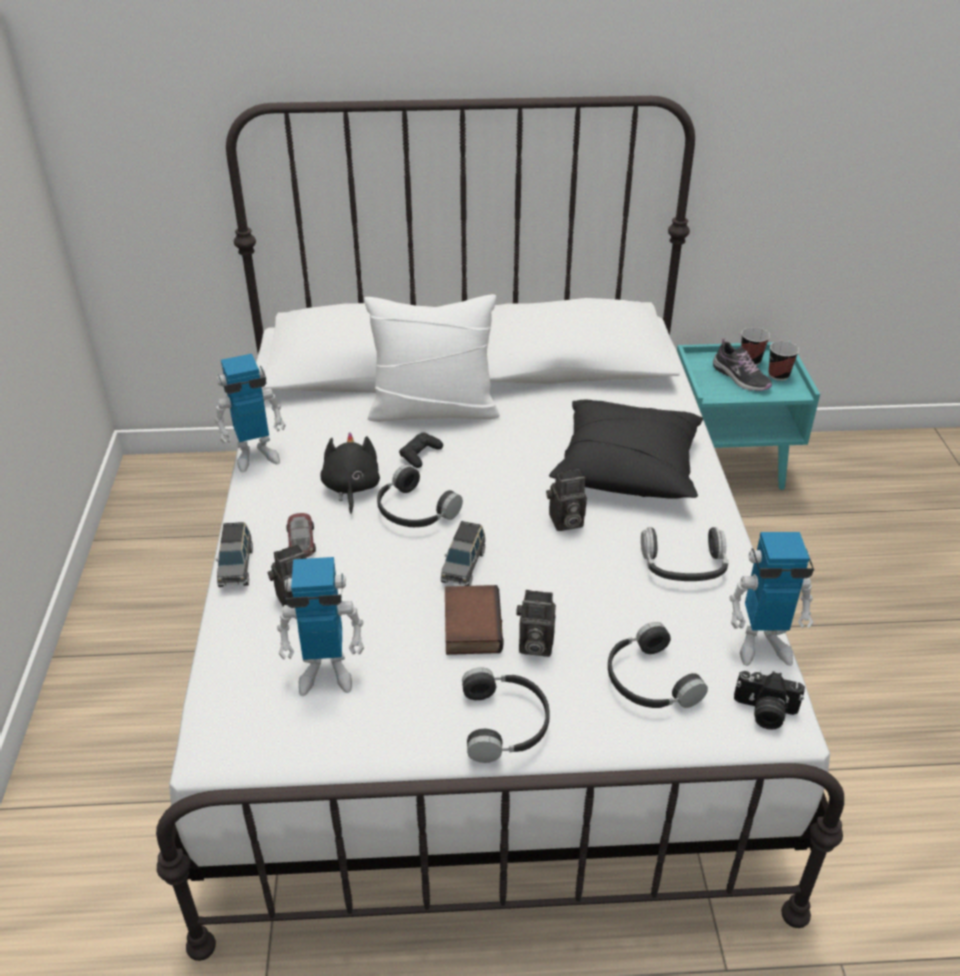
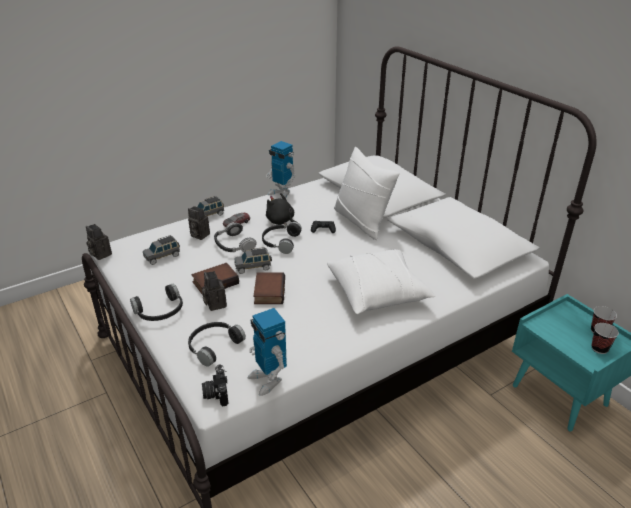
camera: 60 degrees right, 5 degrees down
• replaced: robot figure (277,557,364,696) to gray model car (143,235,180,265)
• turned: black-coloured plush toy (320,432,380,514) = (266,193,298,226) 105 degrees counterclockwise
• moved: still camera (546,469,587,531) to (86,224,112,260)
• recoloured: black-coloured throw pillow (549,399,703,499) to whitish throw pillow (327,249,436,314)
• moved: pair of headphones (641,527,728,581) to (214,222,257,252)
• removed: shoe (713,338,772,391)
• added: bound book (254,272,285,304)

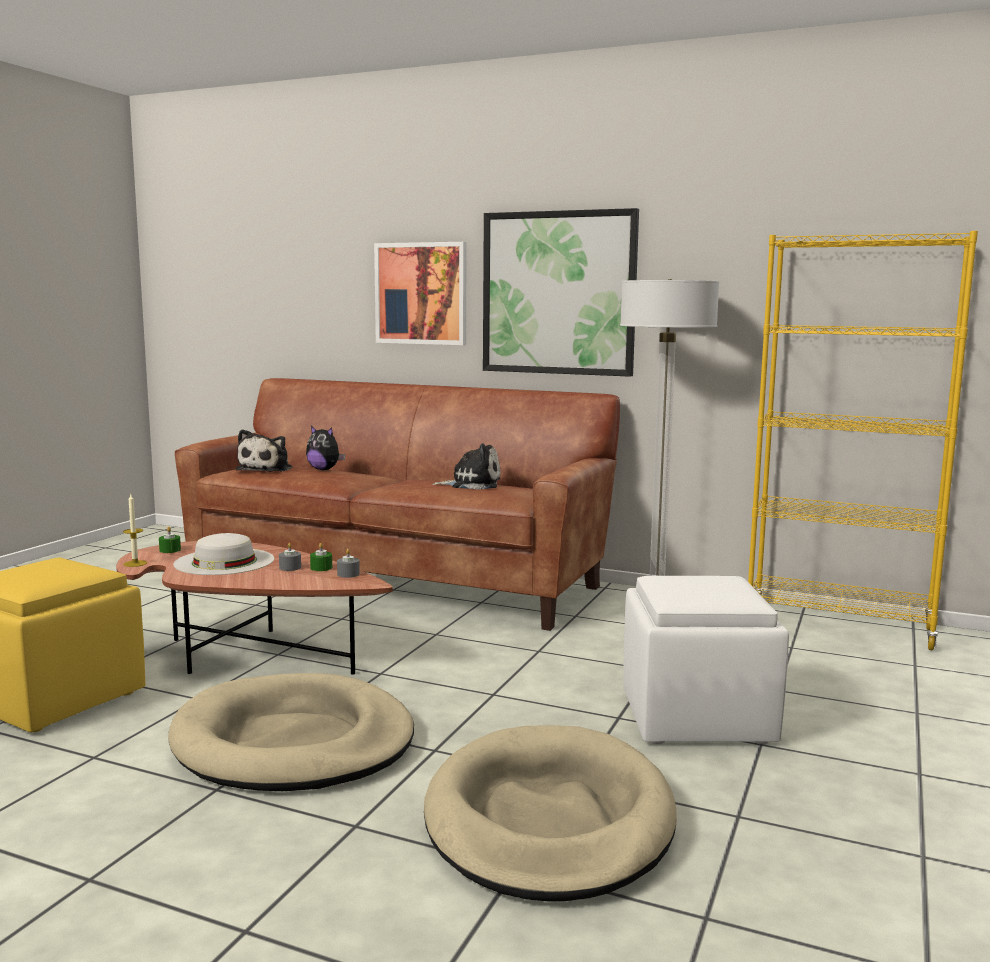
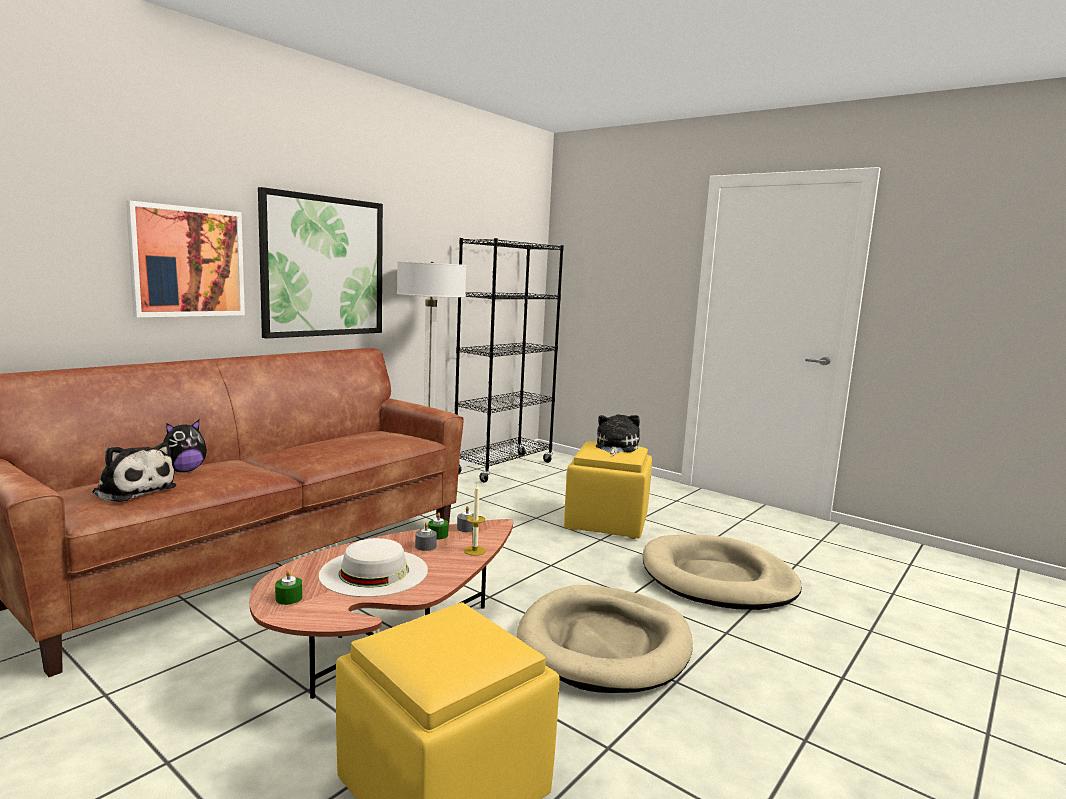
camera: 75 degrees left, 0 degrees up
• moved: wax light (123,494,147,567) to (464,484,486,556)
• moved: plush toy (432,444,501,489) to (596,414,640,455)
• recoloured: whitish footrest (623,576,789,744) to yellow-coloured footrest (564,441,652,539)
• recoloured: yellow-coloured bookcase (748,231,978,650) to black-coloured bookcase (455,238,564,483)

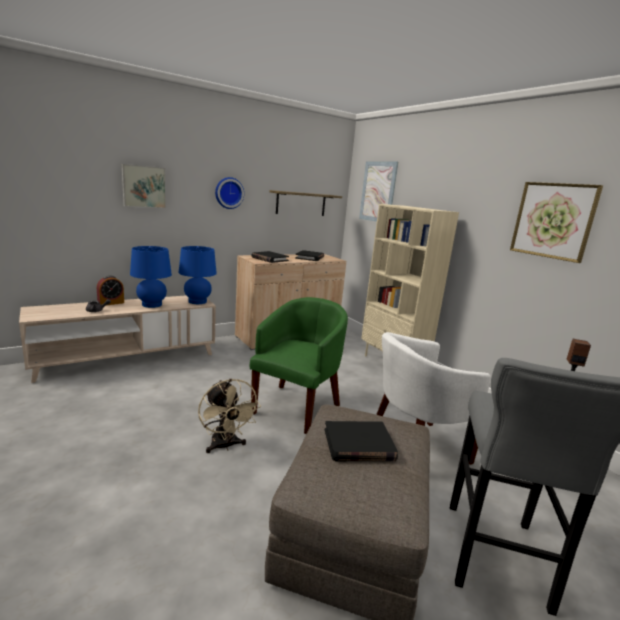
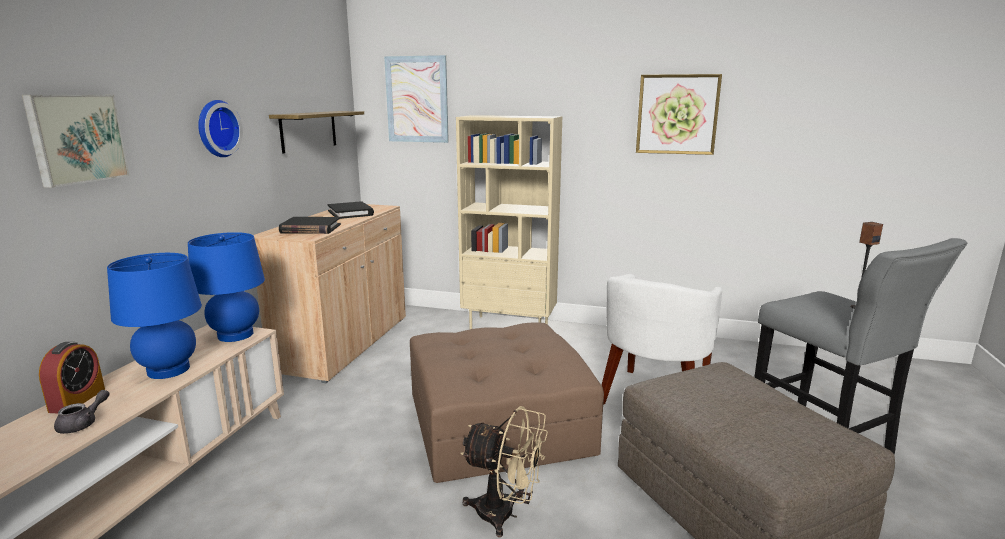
camera: 40 degrees left, 0 degrees up
• replaced: greenish easy chair (250,297,348,434) to brown footrest (410,323,604,483)
• removed: black-coloured bound book (325,421,398,461)

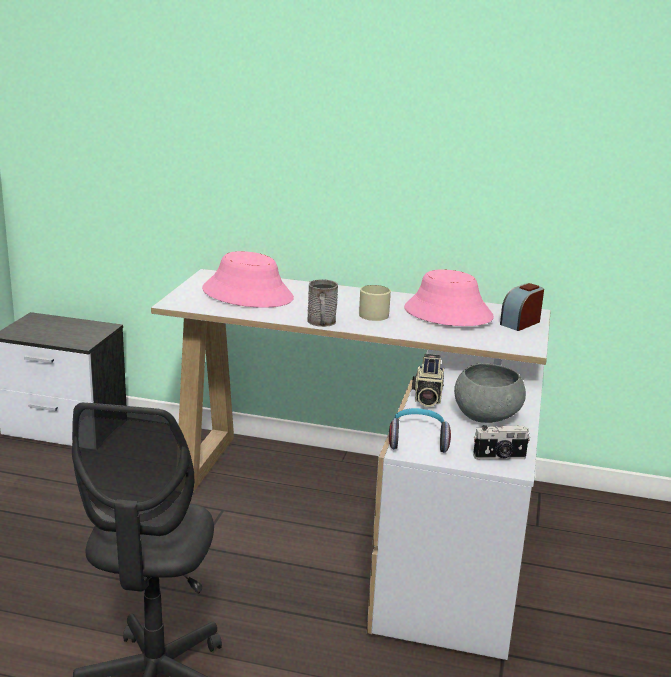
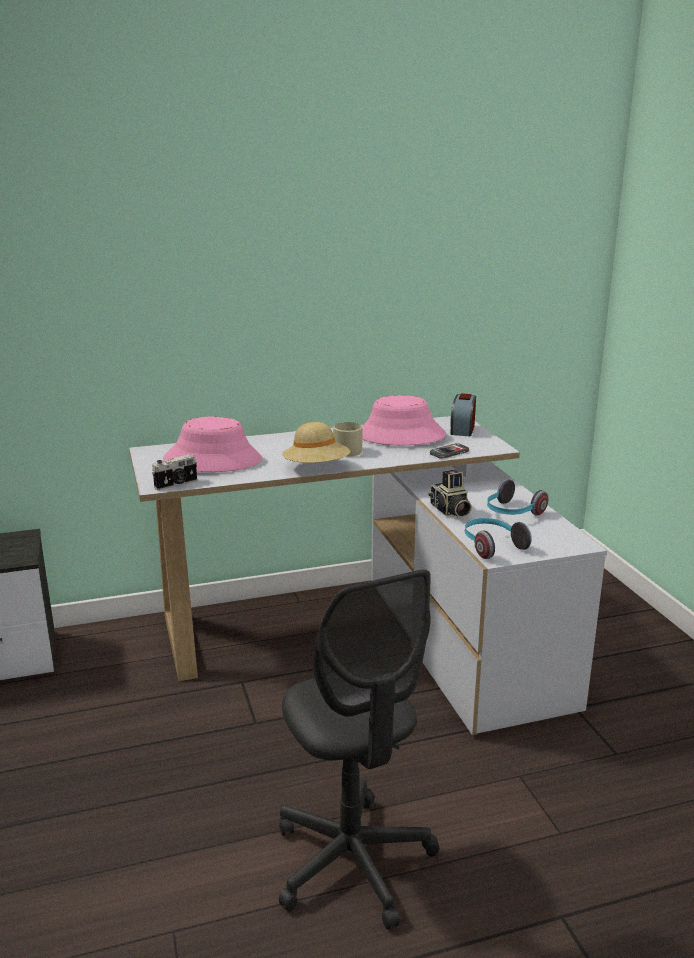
camera: 30 degrees left, 0 degrees up
• replaced: gray mug (308,279,338,327) to sand-coloured clothing hat (282,422,351,463)
• replaced: gray bowl (454,363,526,423) to pair of headphones (487,479,548,516)
• moved: still camera (473,425,530,460) to (152,454,197,491)
• added: phone (430,443,469,459)

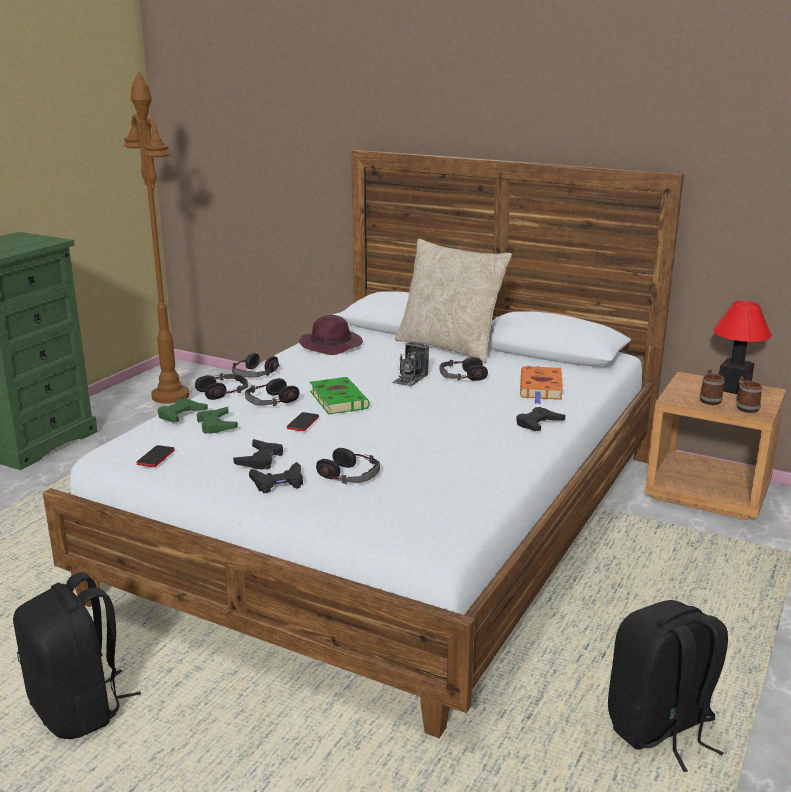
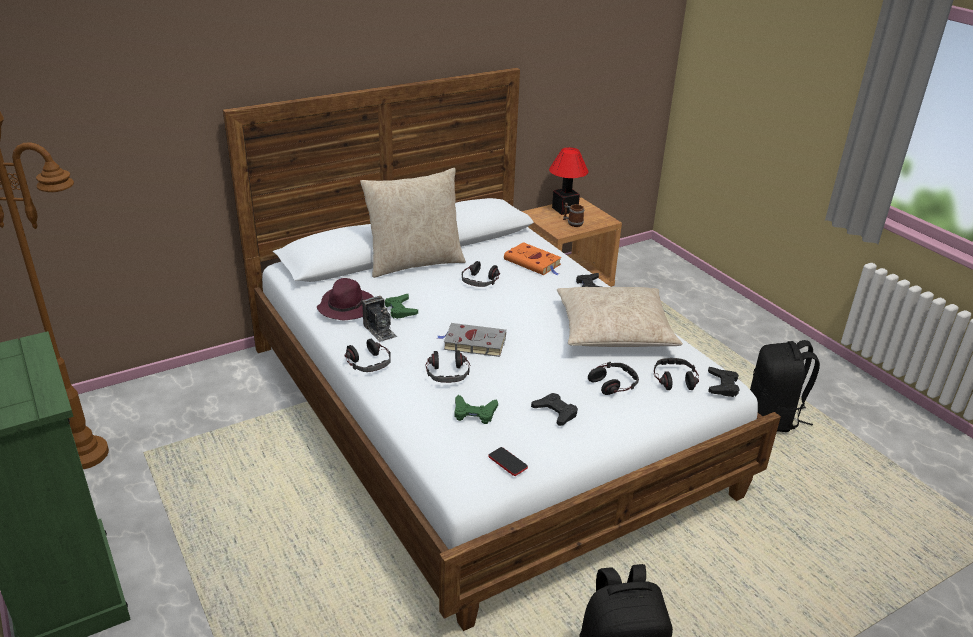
camera: 60 degrees left, 10 degrees up
• moved: greenish game controller (157,398,208,422) to (385,294,418,319)
• moved: pair of headphones (195,373,248,400) to (654,358,699,390)
• moved: black-coloured game controller (249,462,303,493) to (708,367,740,397)
• removed: phone (287,412,319,431)
• recoloured: greenish bound book (310,377,370,415) to gray bound book (437,323,507,357)
• moved: still camera (392,341,429,386) to (362,296,397,342)
• removed: mug (736,376,763,413)
• added: sand-coloured throw pillow (557,287,683,347)

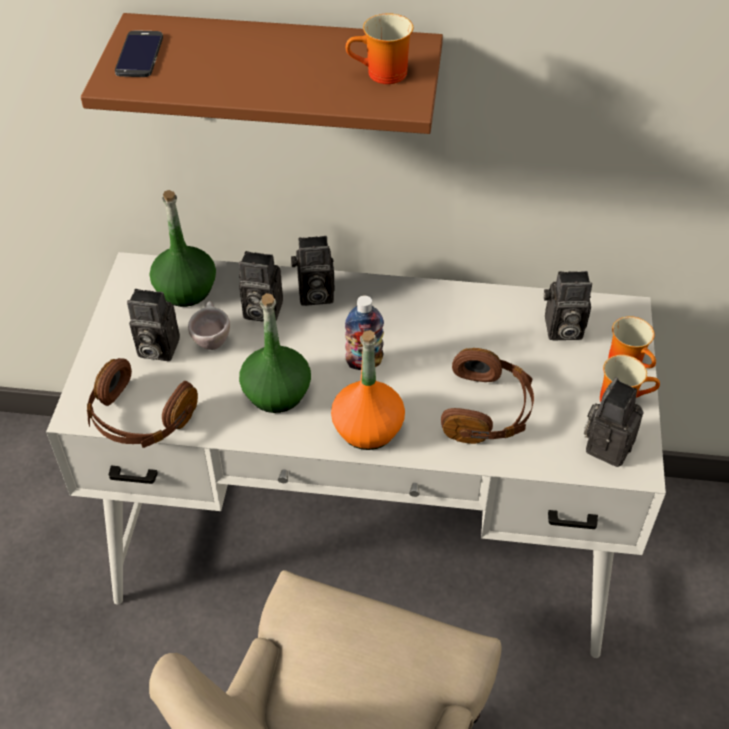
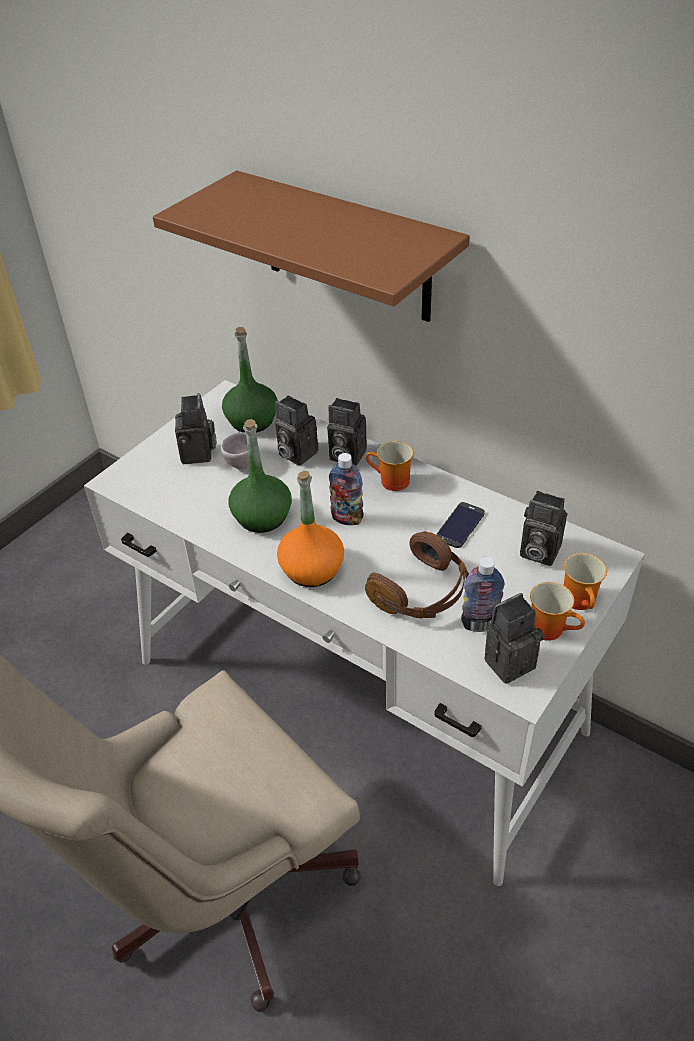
camera: 30 degrees right, 5 degrees down
• removed: brown pair of headphones (87,358,198,448)
• moved: phone (115,30,163,77) to (436,502,485,548)
• turned: still camera (127,289,180,361) = (175,393,217,464) 135 degrees counterclockwise
• moved: mug (346,13,413,84) to (365,441,414,491)
• added: beverage bottle (461,557,505,632)

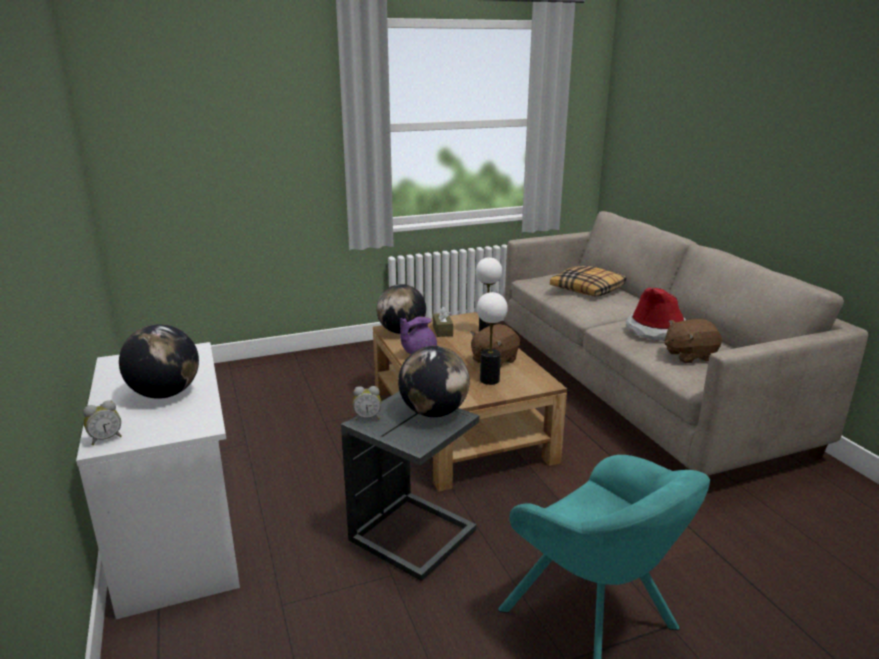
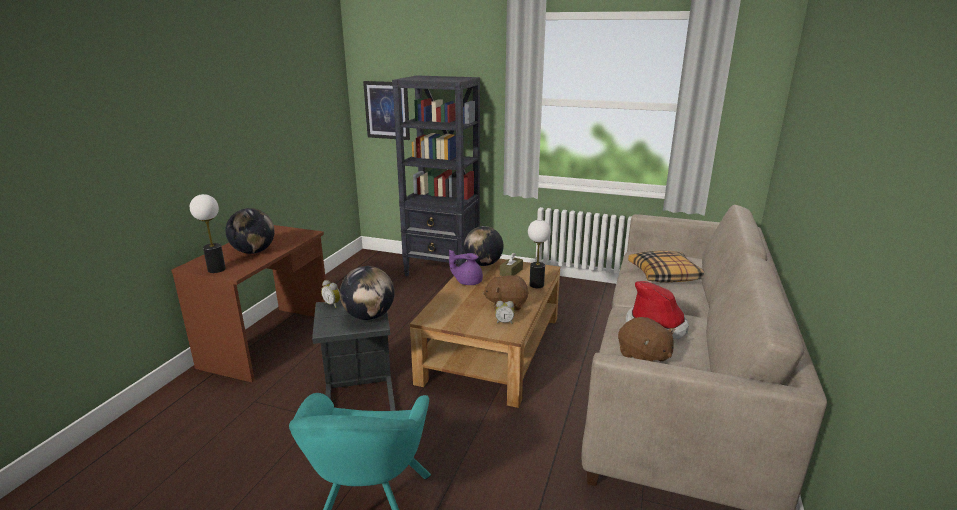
camera: 40 degrees right, 0 degrees up
• recoloured: whitish desk (76,342,240,619) to brown desk (171,225,326,382)
• moved: alarm clock (83,400,122,445) to (495,301,514,324)
• moved: tabletop lamp (477,292,508,385) to (190,194,226,273)
• turned: brown plush toy (665,319,722,363) = (618,317,675,362) 150 degrees counterclockwise
• added: picture (363,81,410,140)
• added: black-coloured bookcase (392,76,480,276)

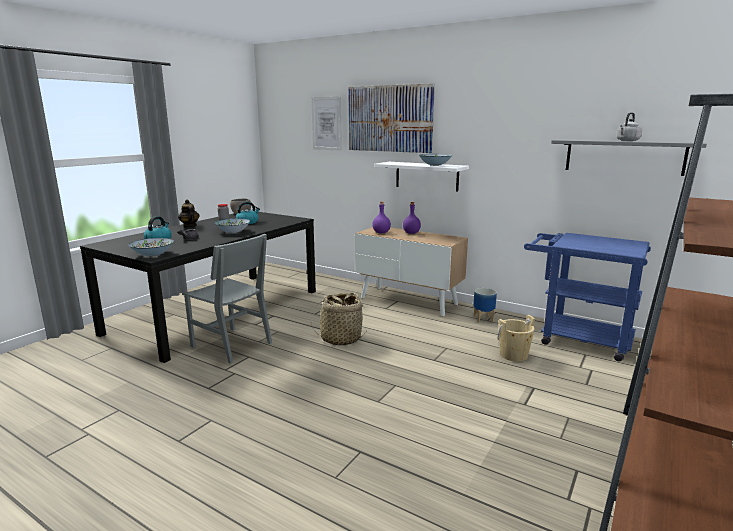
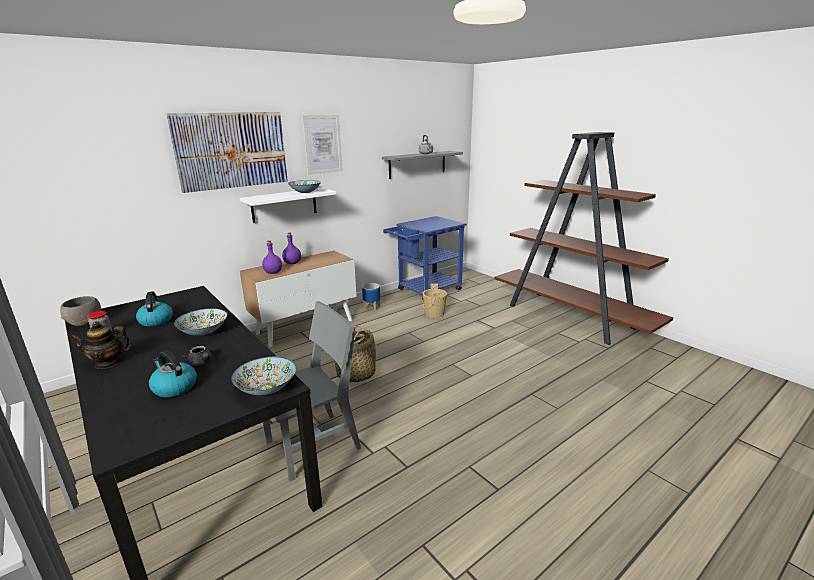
camera: 70 degrees left, 5 degrees up
• moved: picture (311,96,343,151) to (302,115,343,175)

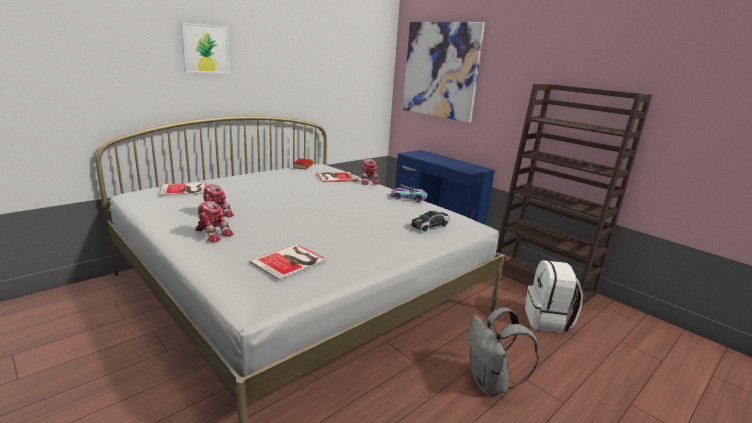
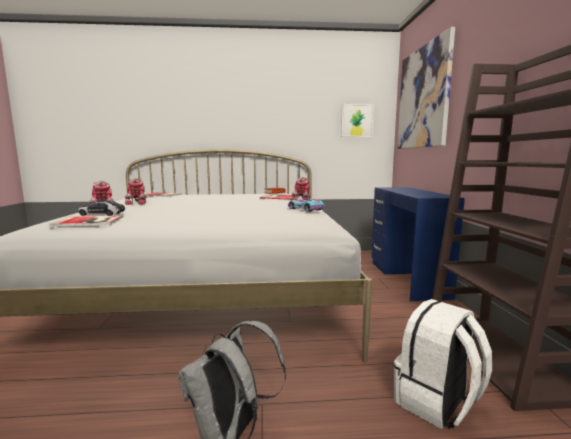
camera: 40 degrees right, 10 degrees down
• moved: picture (181,22,230,73) to (341,104,374,137)
• moved: model car (411,211,449,231) to (78,200,125,216)

